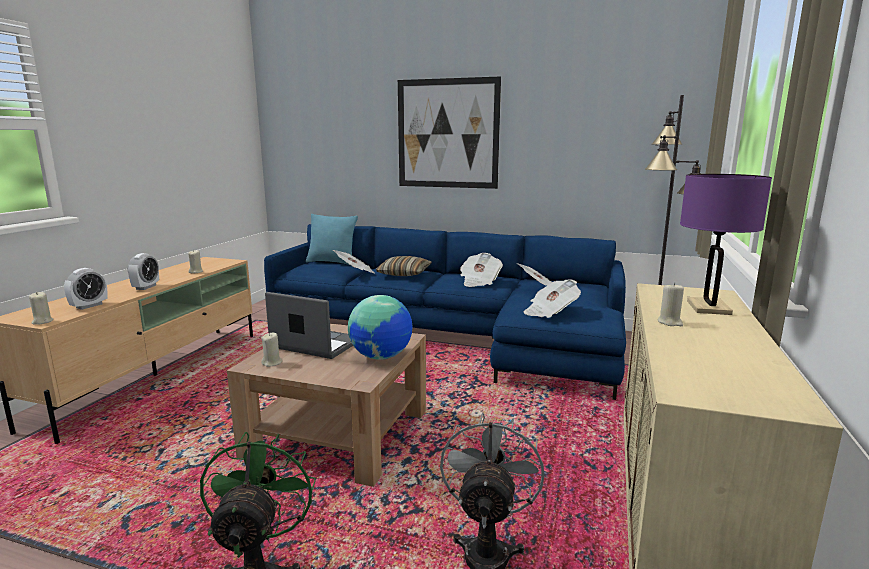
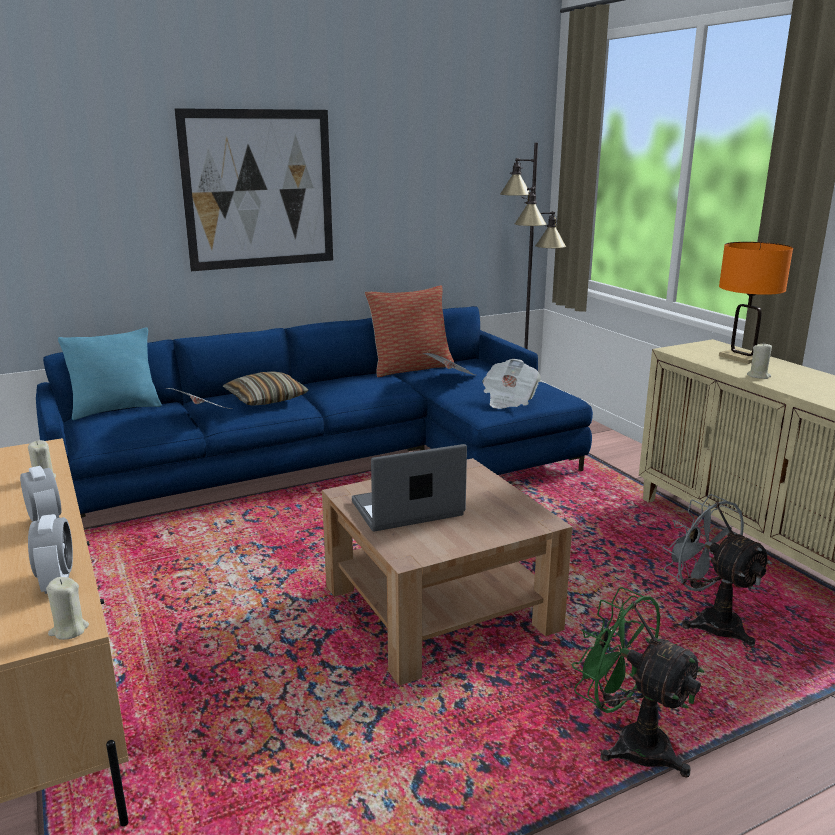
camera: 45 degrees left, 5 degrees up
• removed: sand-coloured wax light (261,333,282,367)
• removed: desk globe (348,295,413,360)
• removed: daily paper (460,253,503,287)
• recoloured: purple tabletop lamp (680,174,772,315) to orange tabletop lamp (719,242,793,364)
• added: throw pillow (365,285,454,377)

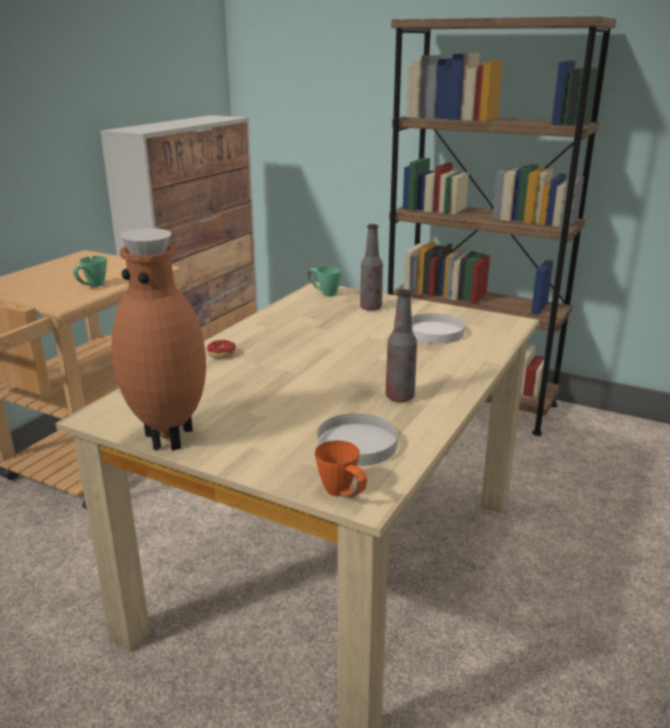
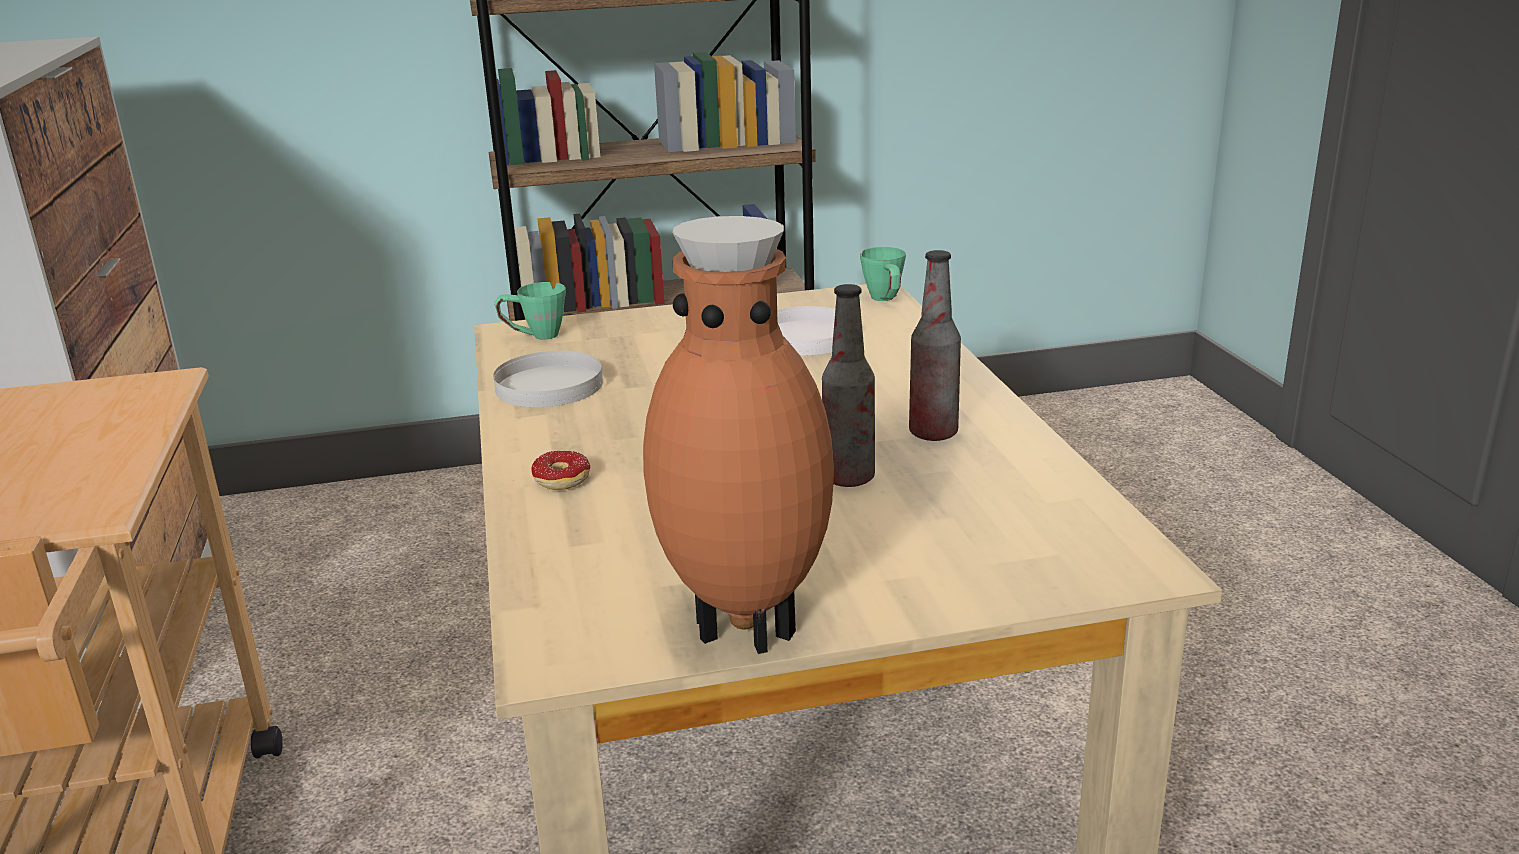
camera: 40 degrees left, 0 degrees up
• moved: greenish mug (73,256,107,287) to (860,247,906,301)
• removed: orange mug (315,440,367,497)
• moved: whitish flat dish (317,414,398,466) to (493,351,603,407)
• moved: beverage bottle (360,224,383,311) to (822,284,875,487)

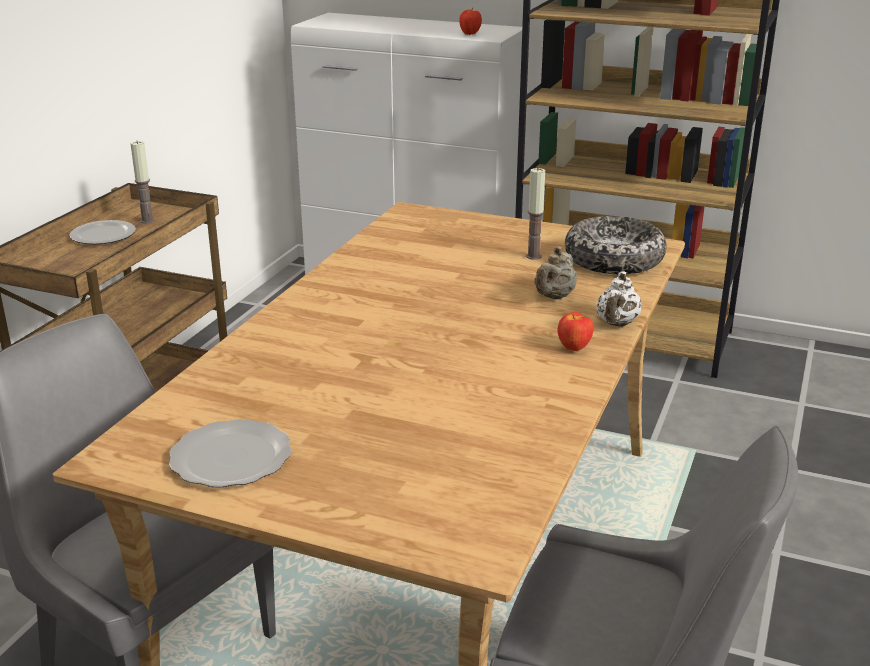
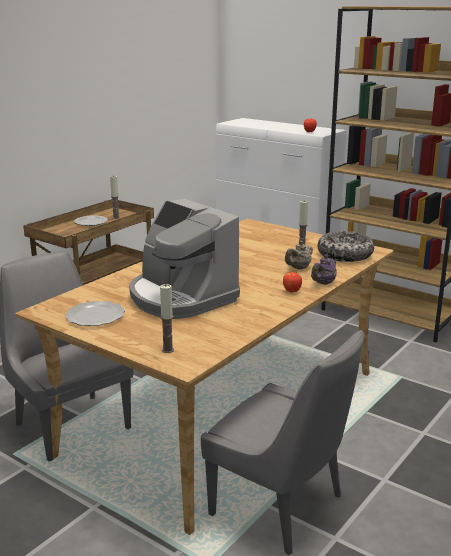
camera: 15 degrees right, 5 degrees down
• recoloured: whitish tea pot (596,271,641,327) to purple tea pot (311,254,337,285)
• added: coffee maker (129,199,240,319)
• added: wax light (160,284,174,353)

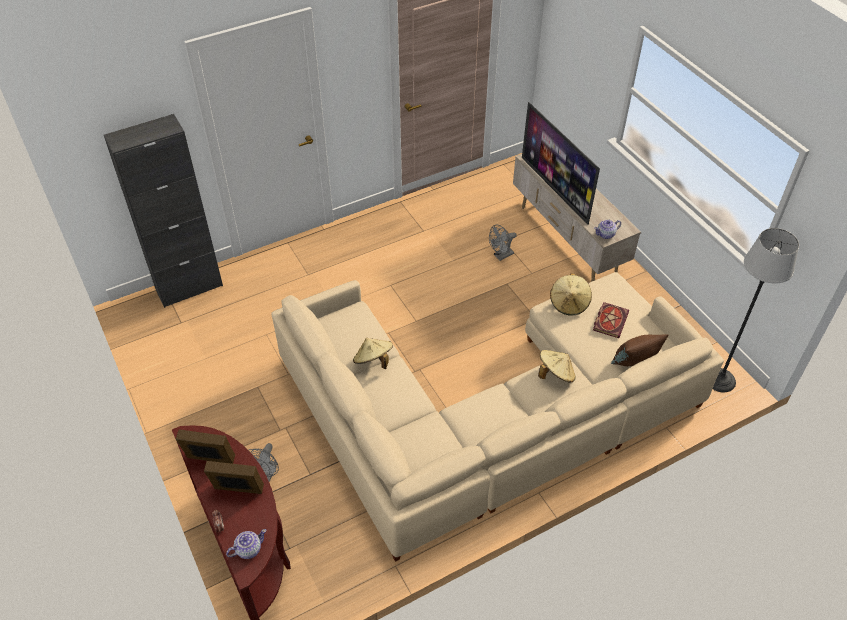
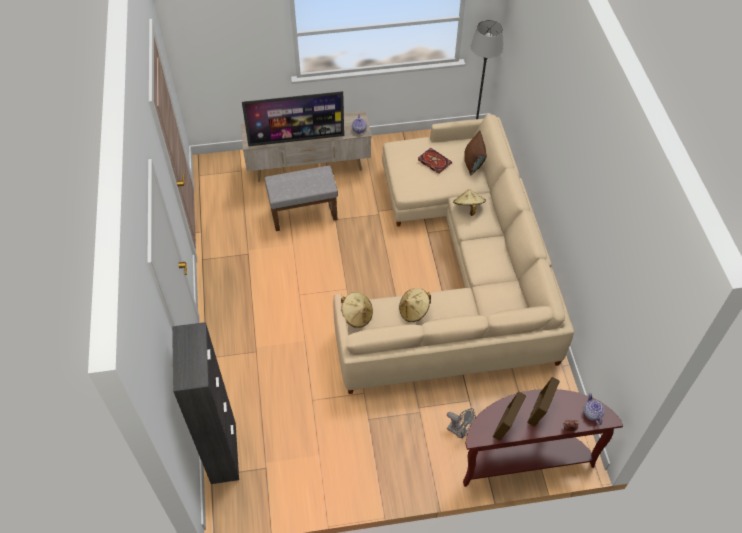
camera: 70 degrees left, 5 degrees up
• replaced: gray electric fan (489,225,517,261) to gray footrest (264,166,338,231)
• moved: sand-coloured clothing hat (550,273,592,316) to (341,292,373,328)

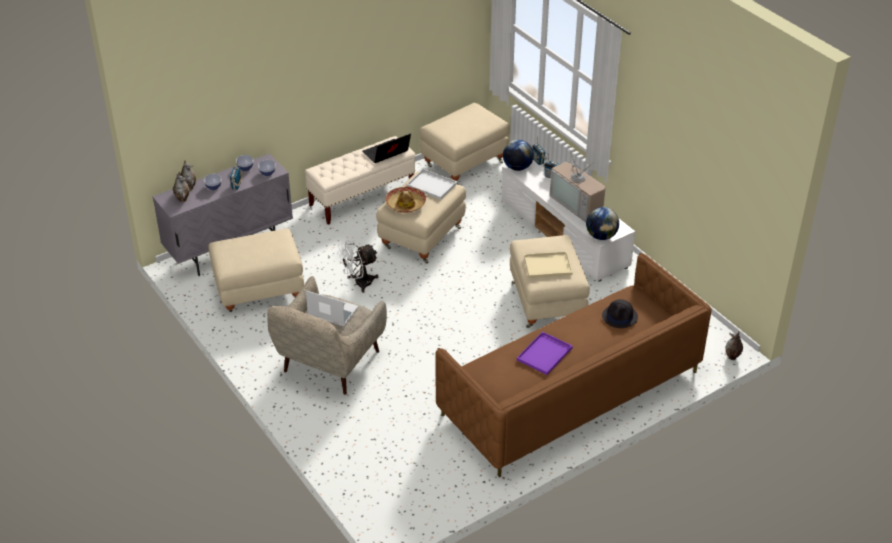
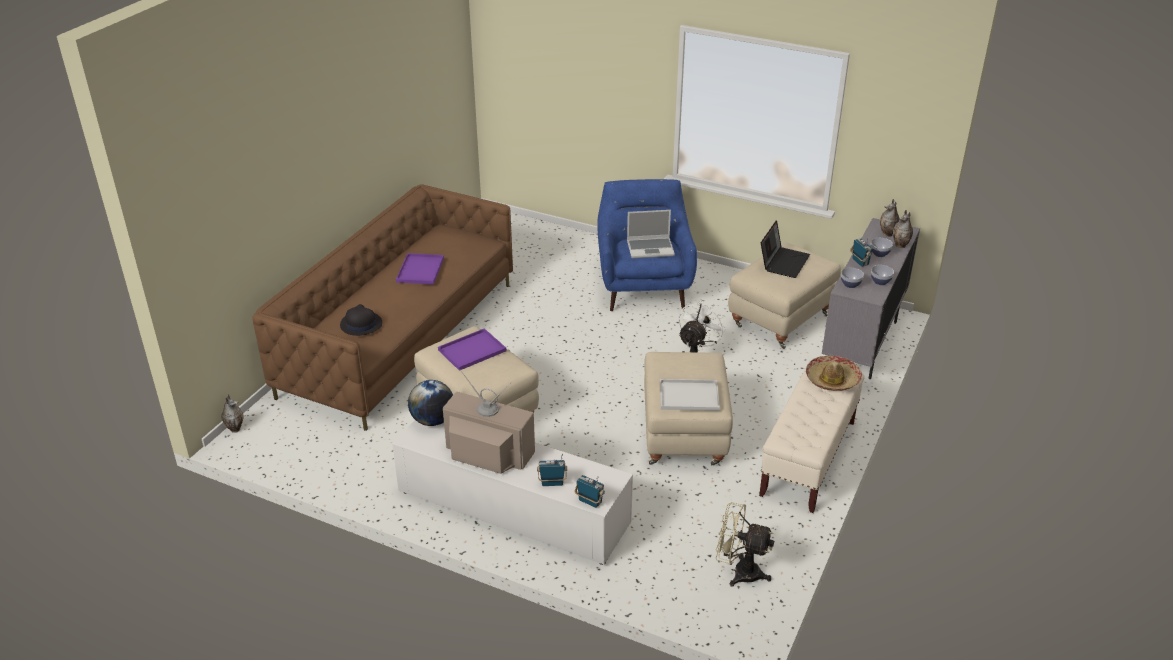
camera: 150 degrees right, 5 degrees down
• recoloured: sand-coloured easy chair (267,276,387,395) to blue easy chair (597,179,697,311)
• moved: laptop (362,134,411,163) to (761,220,810,278)
• moved: clothing hat (385,187,426,213) to (806,356,862,391)
• replaced: sand-coloured footrest (420,103,510,185) to sand-coloured electric fan (716,502,774,587)
• removed: desk globe (503,140,534,171)
• recoloured: sand-coloured serving tray (524,251,573,278) to purple serving tray (438,328,506,371)

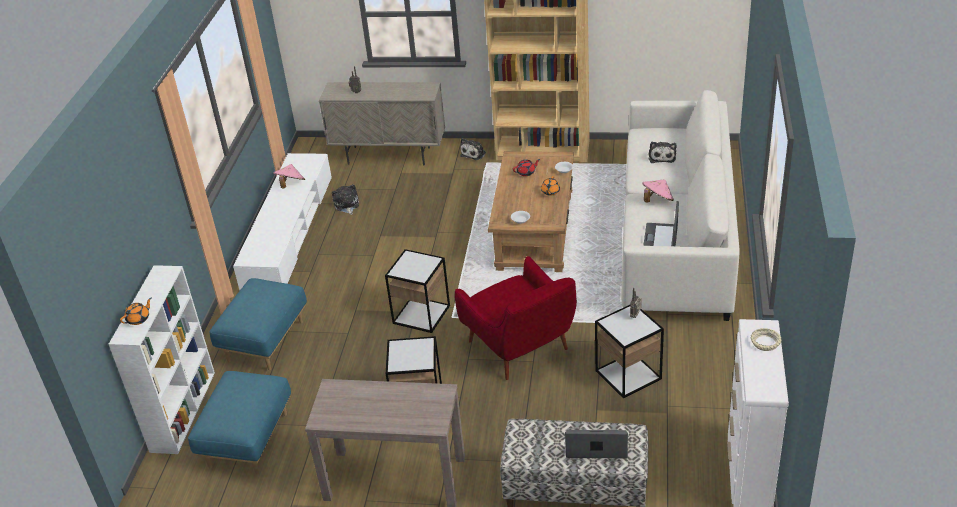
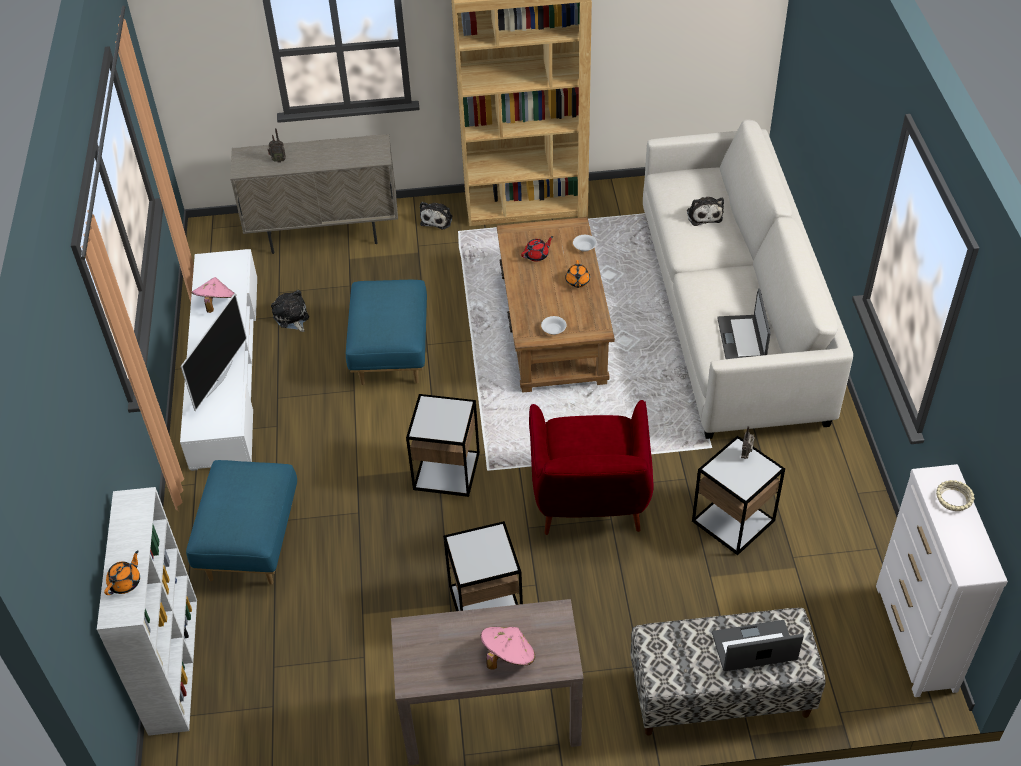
camera: 15 degrees left, 10 degrees up
• moved: blue footrest (188,371,291,474) to (346,280,427,385)
• turned: red-coloured easy chair (455,256,577,380) = (529,400,654,535) 45 degrees clockwise
• moved: pink clothing hat (642,180,674,203) to (481,627,535,669)
• added: television (181,293,247,411)

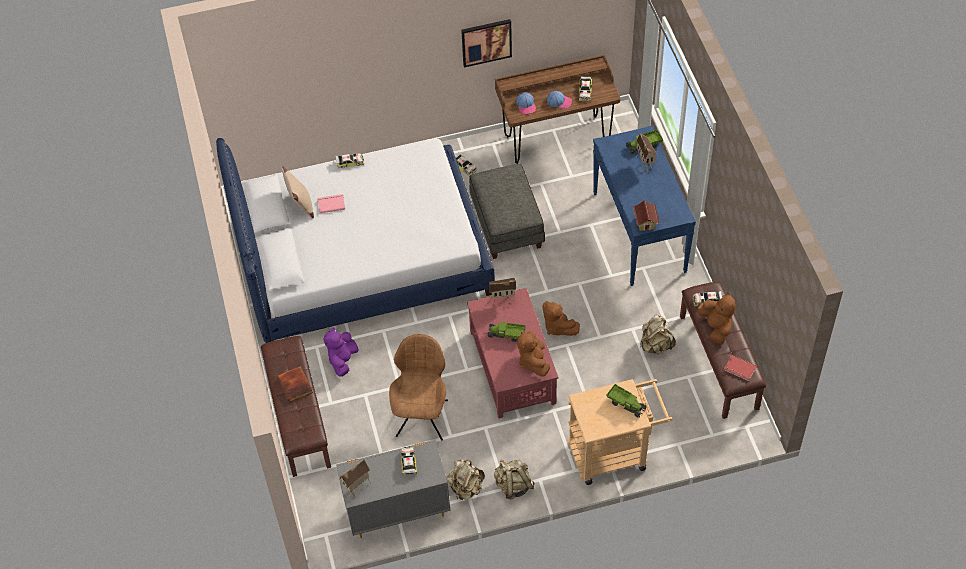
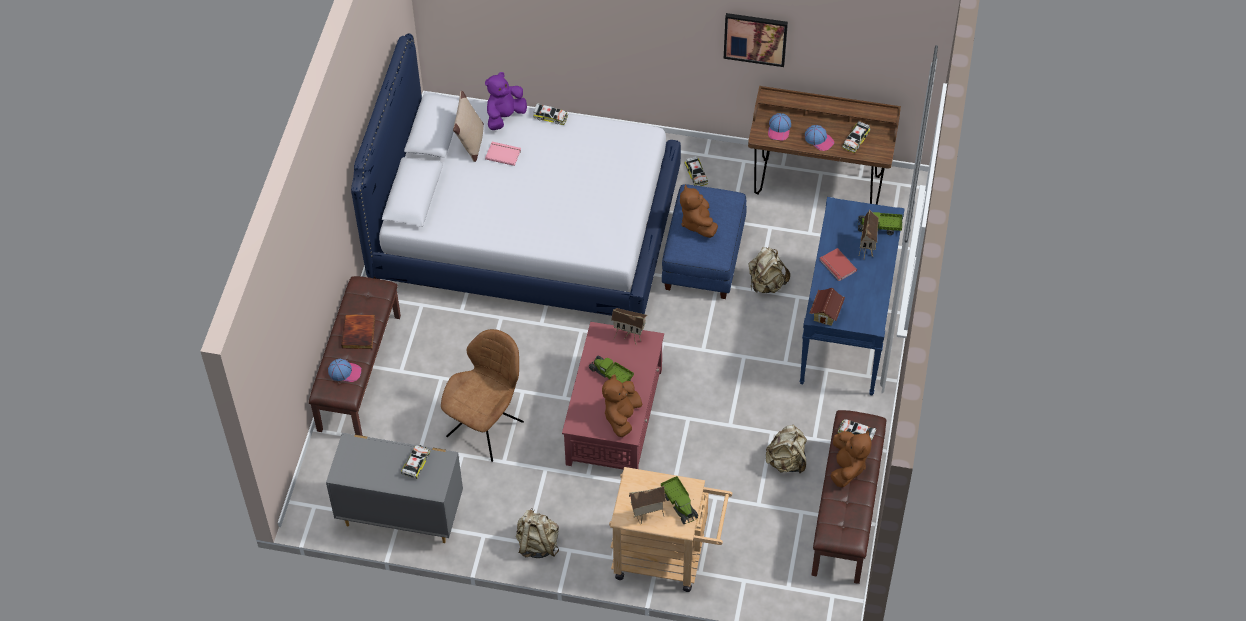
camera: 25 degrees right, 0 degrees up
• moved: purple plush toy (324,327,358,377) to (485,72,527,130)
• moved: miniature house (340,459,370,496) to (629,486,666,524)
• moved: sand-coloured backpack (447,459,485,500) to (749,247,790,293)
• recoloured: gray footrest (469,164,545,259) to blue footrest (662,184,747,299)
• moved: brown plush toy (543,301,580,336) to (680,184,718,238)
• moved: red-coloured bound book (724,355,757,381) to (820,248,857,281)
• added: baseball cap (328,359,361,382)

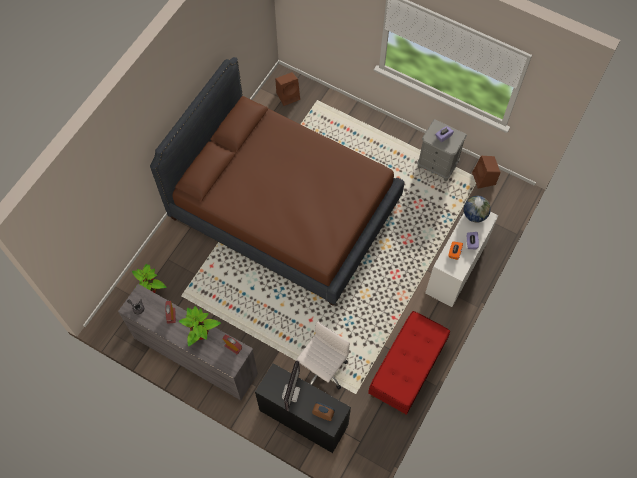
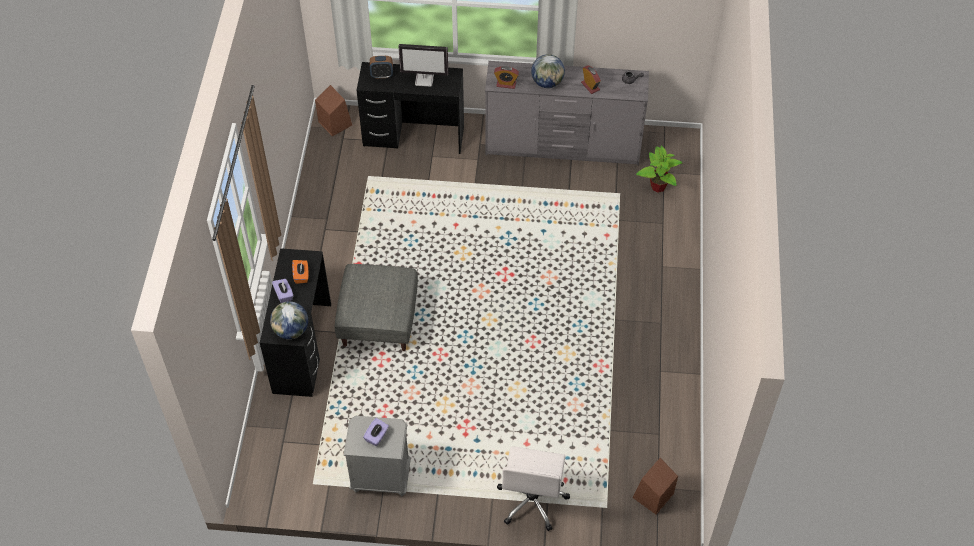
camera: 155 degrees right, 10 degrees down
• removed: brown sleeping bed (150,57,404,306)
• replaced: plant in a pot (179,306,221,346) to desk globe (531,54,565,88)
• turned: computer screen (282,361,300,411) = (399,44,449,87) 75 degrees counterclockwise
• moved: whitish desk chair (296,321,350,389) to (497,447,570,531)
• removed: red-coloured bench (368,311,450,415)
• recoloured: whitish desk (425,211,499,307) to black-coloured desk (260,248,331,397)
• moved: brown audio speaker (472,156,500,189) to (315,85,352,136)
• added: gray footrest (335,264,418,351)

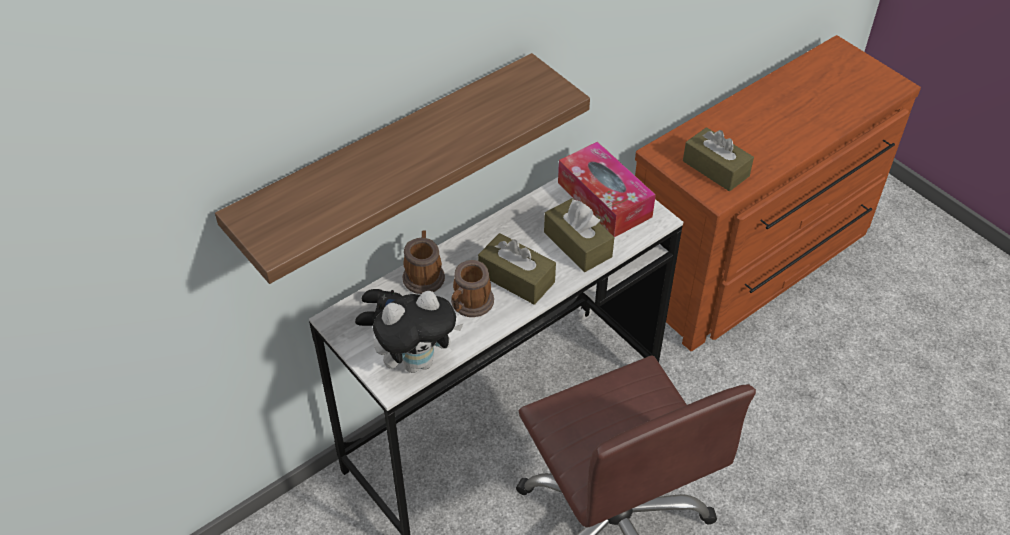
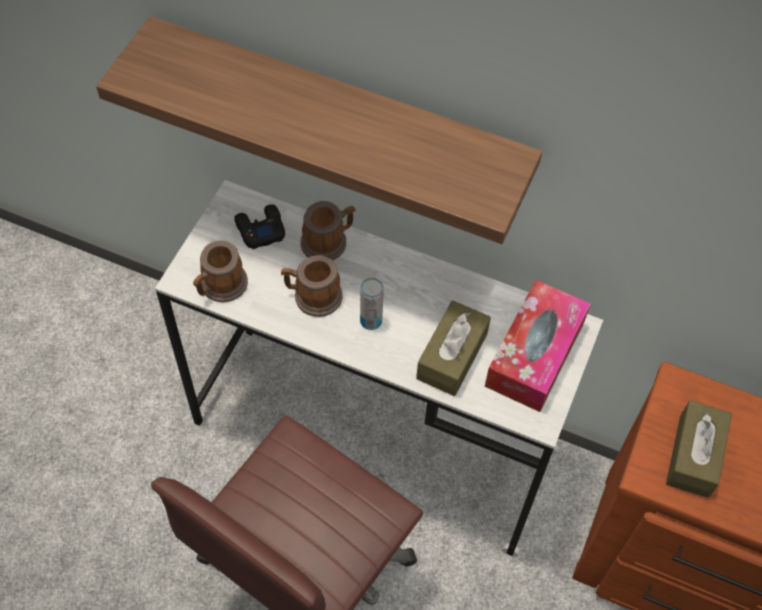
camera: 60 degrees right, 10 degrees up
• replaced: plush toy (373,291,464,373) to mug (193,240,248,302)
• replaced: brown box of tissues (478,233,556,305) to can (360,277,384,330)

